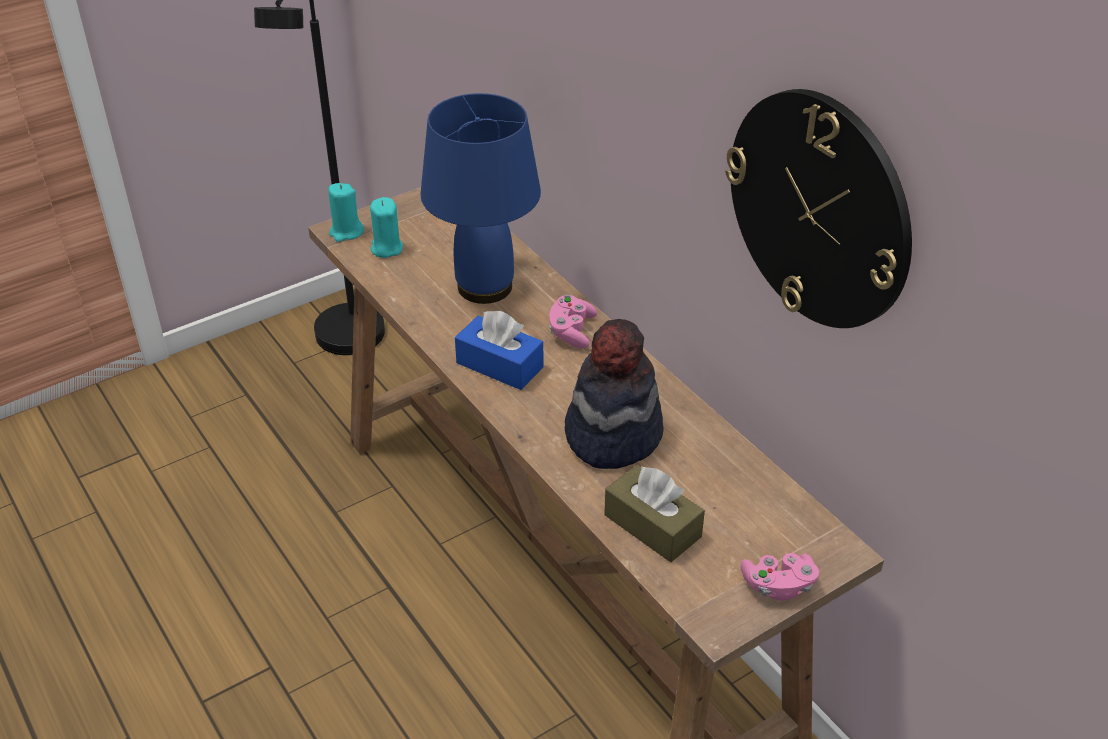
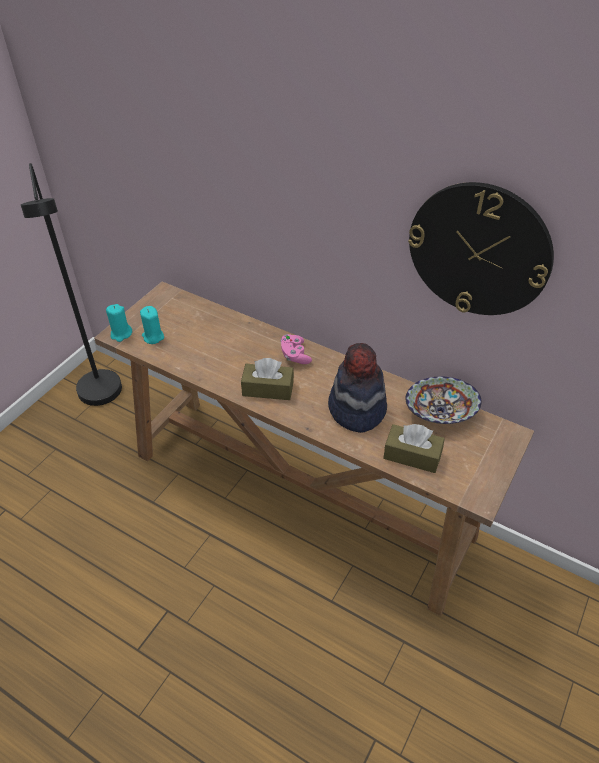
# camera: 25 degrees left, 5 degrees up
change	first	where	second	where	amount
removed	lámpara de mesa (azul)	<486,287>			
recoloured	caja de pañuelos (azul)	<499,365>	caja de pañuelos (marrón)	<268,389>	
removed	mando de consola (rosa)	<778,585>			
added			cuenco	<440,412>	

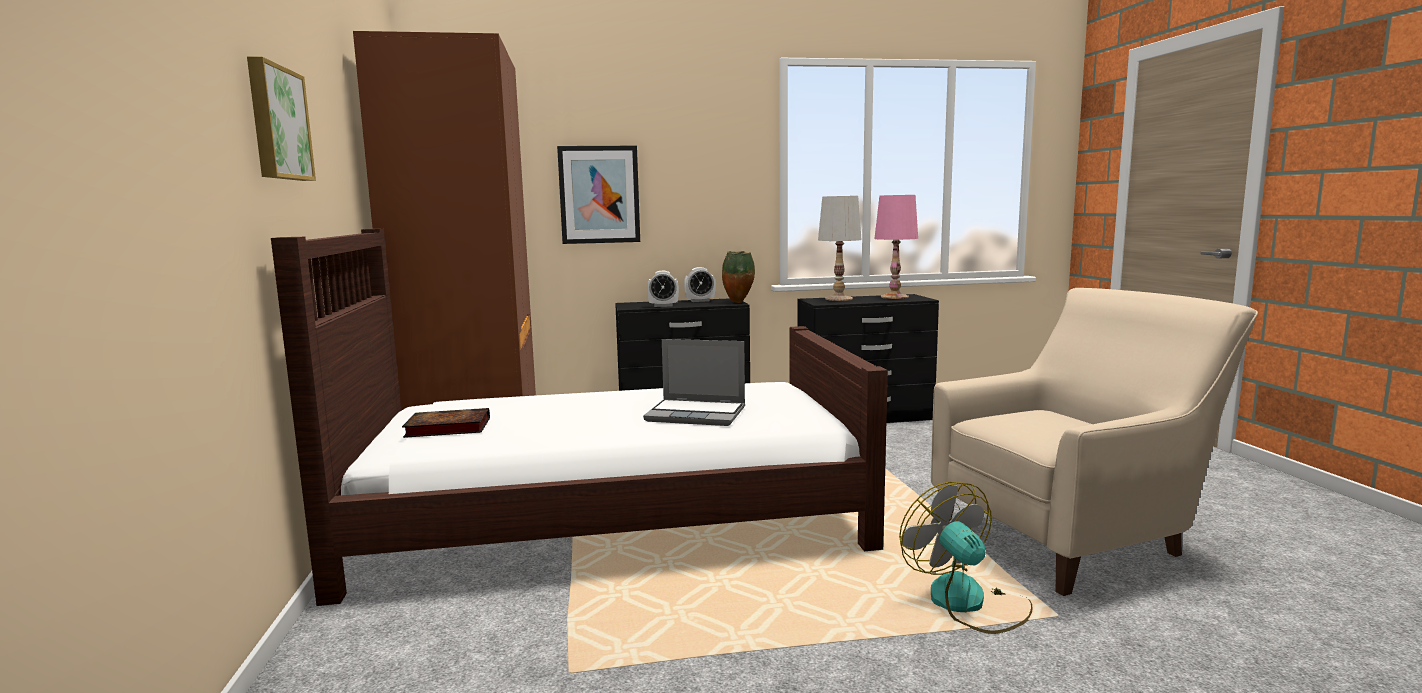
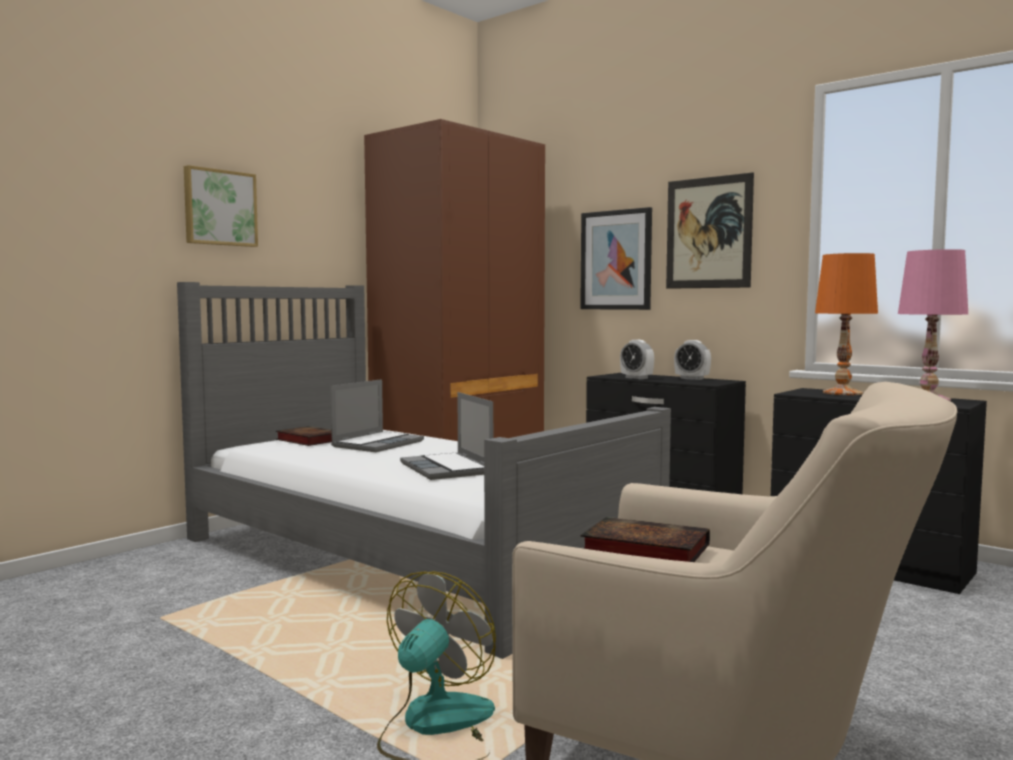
# camera: 50 degrees right, 5 degrees down
change	first	where	second	where	amount
recoloured	lámpara de mesa (blanco)	<838,299>	lámpara de mesa (naranja)	<842,393>	
recoloured	cama (marrón)	<608,518>	cama (gris)	<408,555>	
removed	florero	<739,302>			
added			cuadro	<708,233>	
added			portátil	<378,444>	
added			libro	<642,549>	

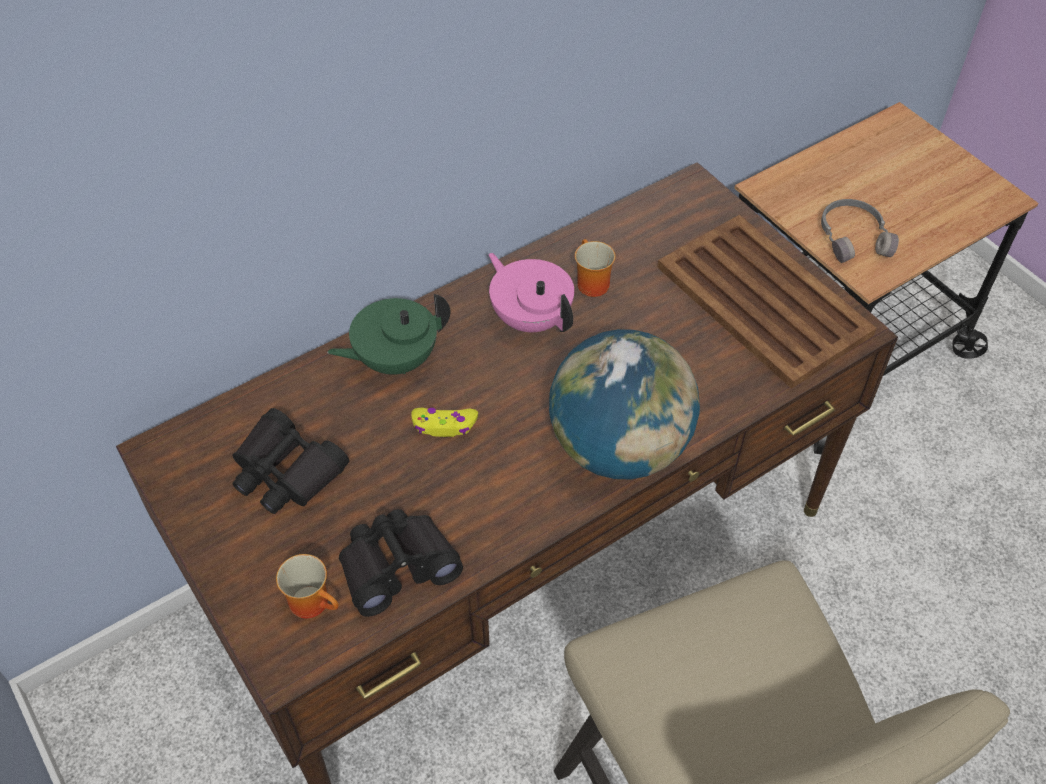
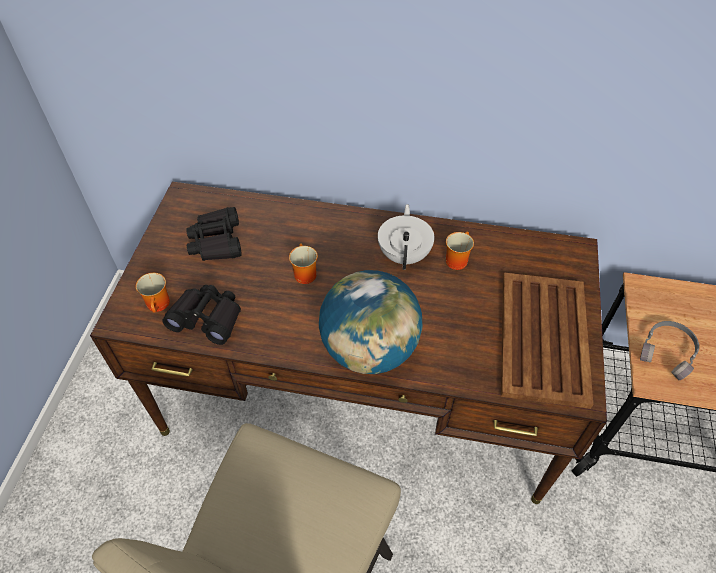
# camera: 45 degrees right, 0 degrees up
change	first	where	second	where	amount
recoloured	tetera (rosa)	<531,318>	tetera (blanco)	<404,254>	
removed	tetera (verde)	<395,359>			
replaced	mando de consola (amarillo)	<444,425>	taza grande	<303,273>	

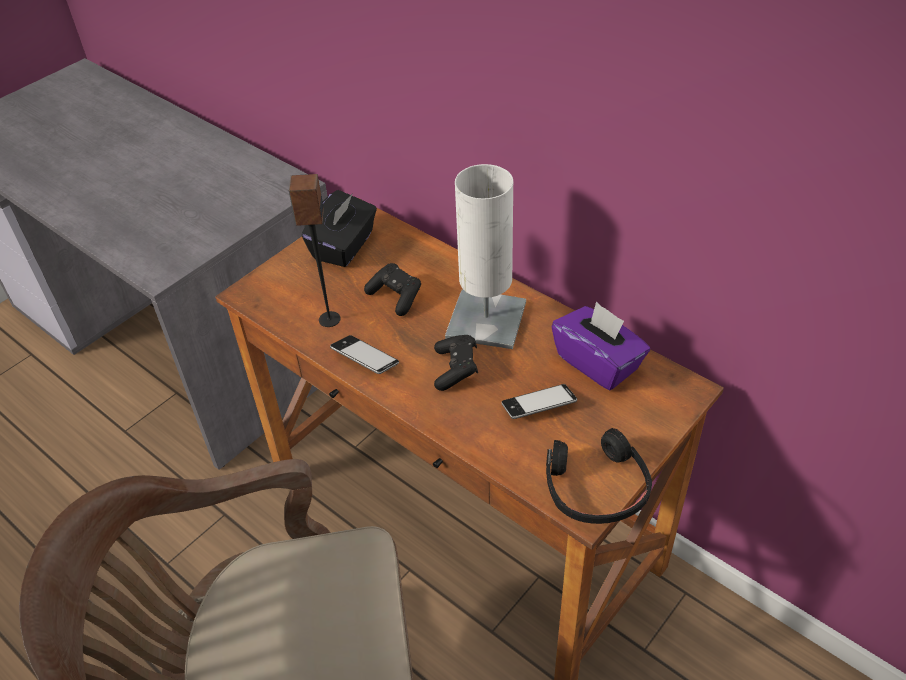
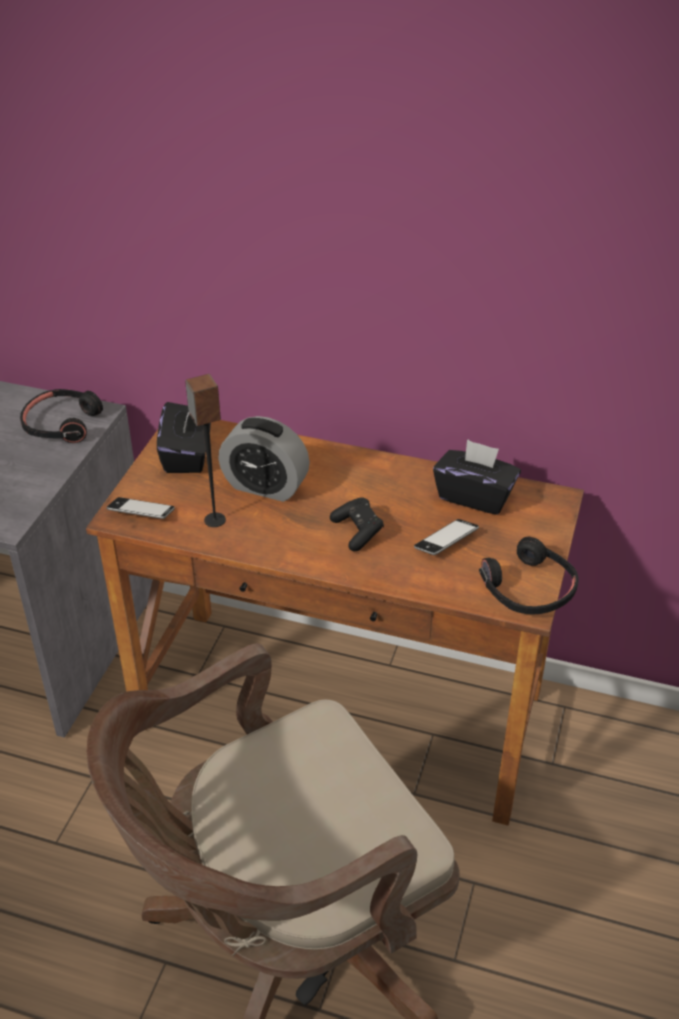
# camera: 25 degrees left, 5 degrees down
change	first	where	second	where	amount
removed	lámpara de mesa (blanco)	<486,320>			
replaced	mando de consola (negro)	<396,296>	despertador	<265,486>	
recoloured	caja de pañuelos (morado)	<598,363>	caja de pañuelos (negro)	<475,496>	
moved	móvil	<365,358>		<141,512>	
added			auriculares (negro)	<61,424>	

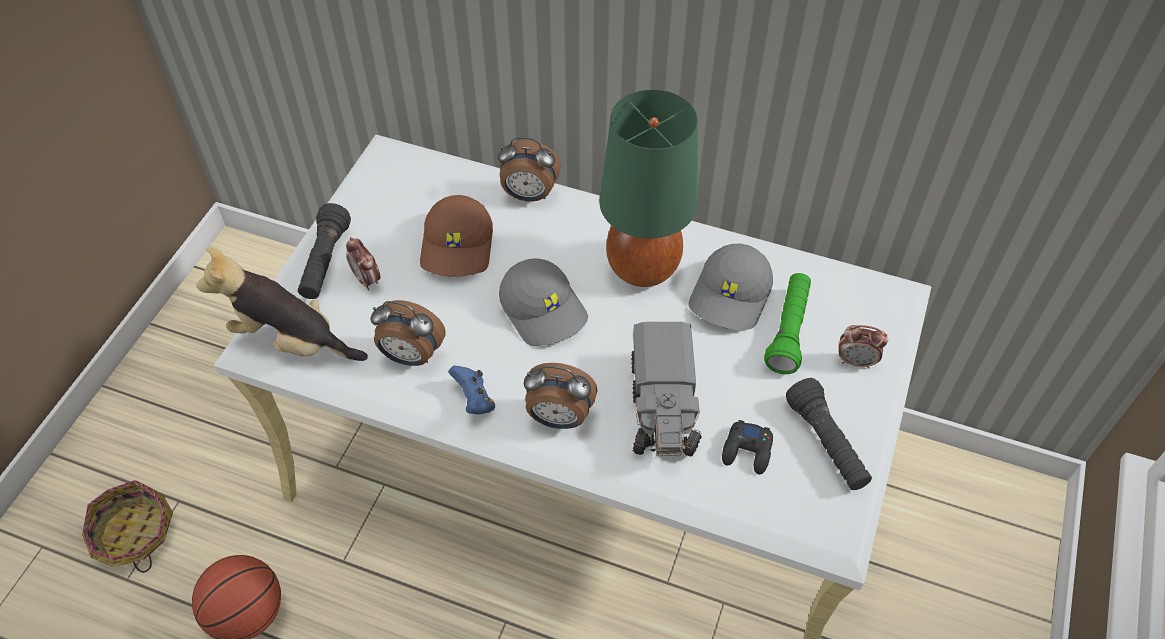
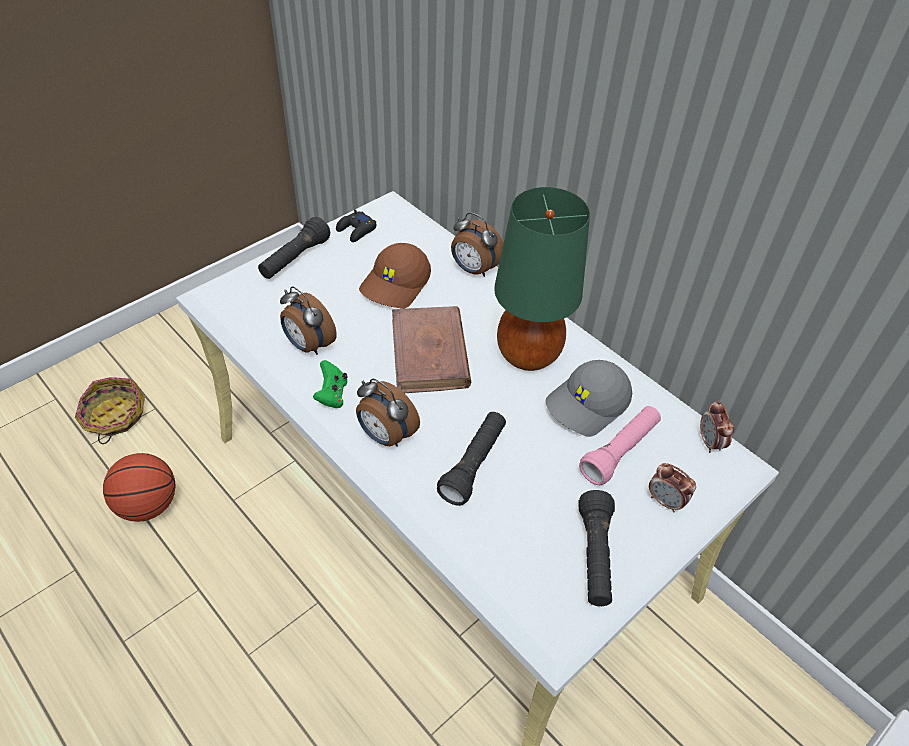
# camera: 25 degrees right, 5 degrees down
change	first	where	second	where	amount
moved	despertador	<367,280>		<710,443>	
removed	peluche	<291,340>			
replaced	gorra (gris)	<544,309>	libro (marrón)	<429,354>	
recoloured	linterna (verde)	<788,331>	linterna (rosa)	<619,452>	
replaced	camión de juguete	<663,407>	linterna (negro)	<473,465>	
recoloured	mando de consola (azul)	<474,399>	mando de consola (verde)	<332,395>	
moved	mando de consola (negro)	<747,451>		<356,230>	

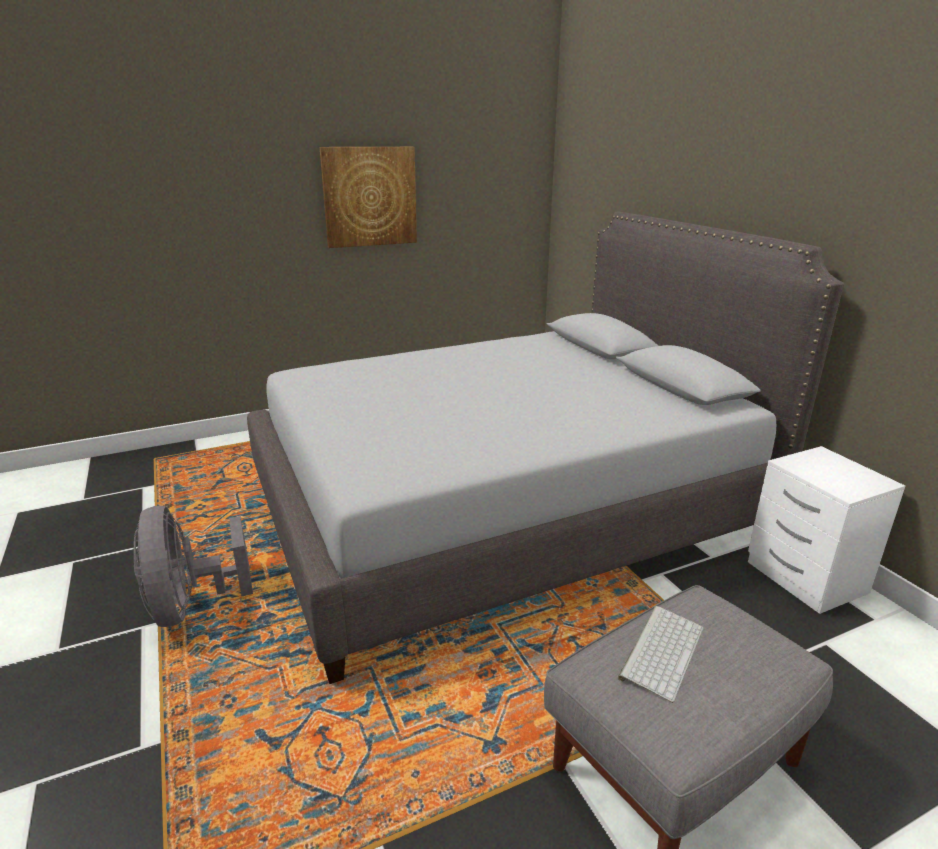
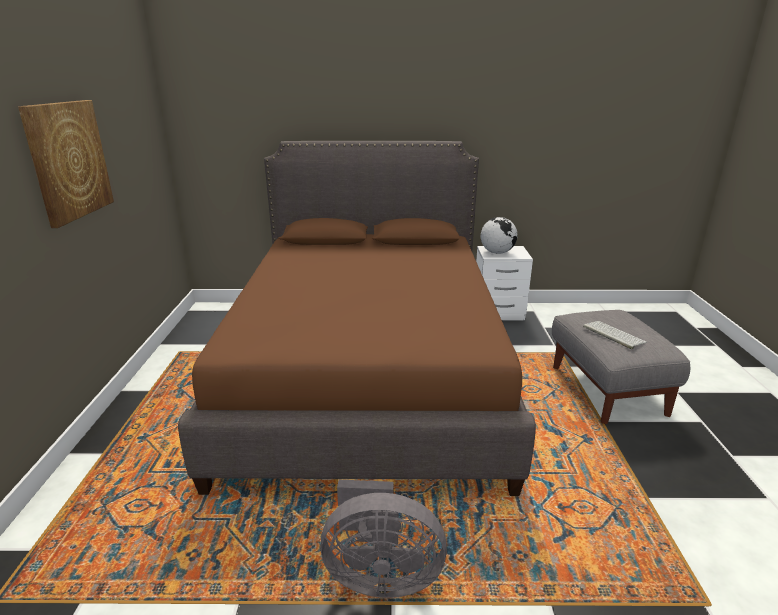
# camera: 65 degrees left, 0 degrees up
change	first	where	second	where	amount
recoloured	cama (gris)	<503,510>	cama (marrón)	<368,373>	
added			globo terráqueo	<497,252>	

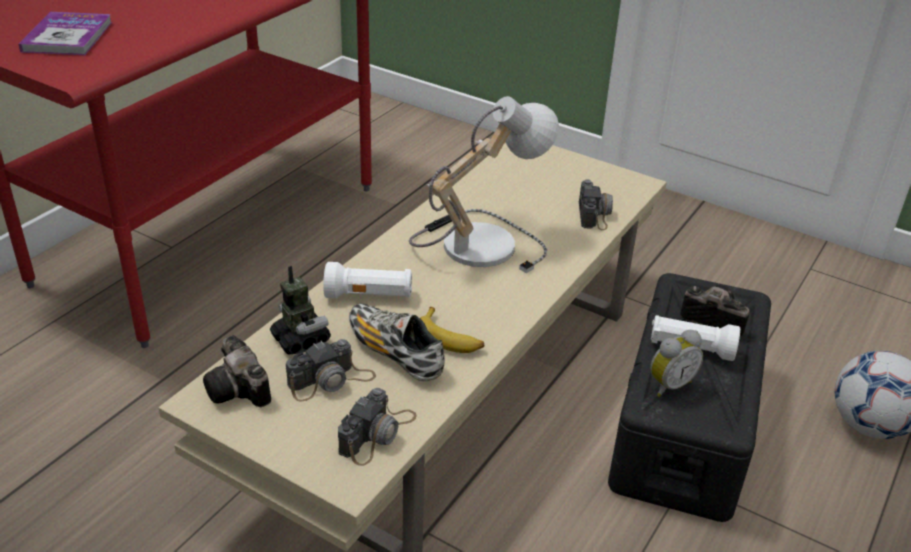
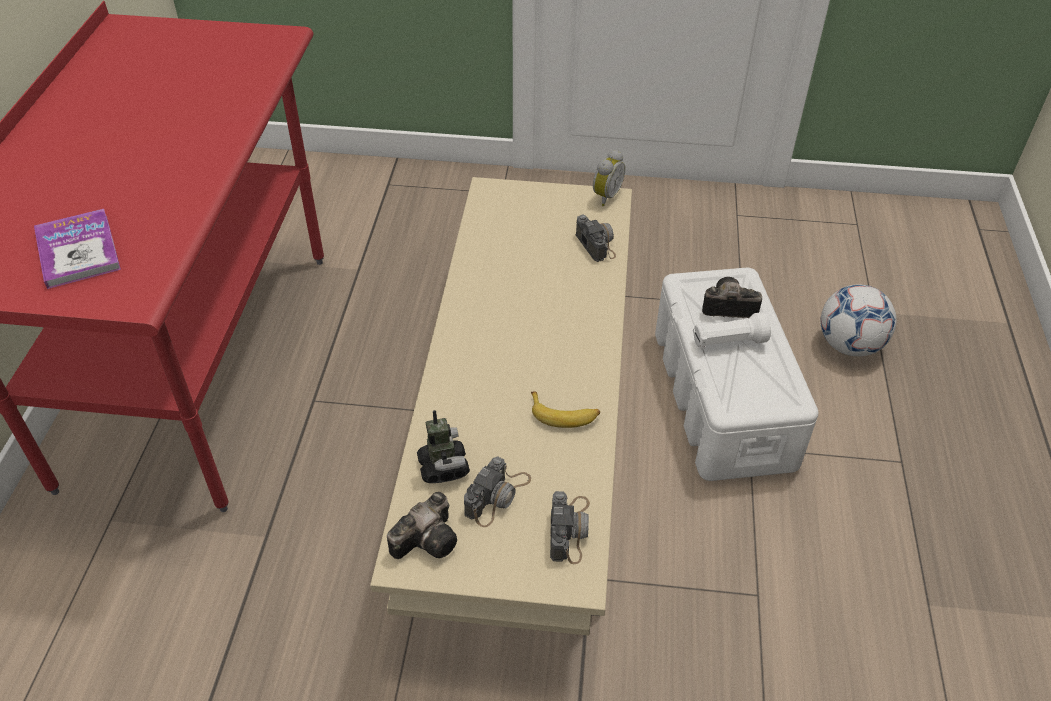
# camera: 25 degrees left, 10 degrees up
change	first	where	second	where	amount
removed	lámpara de mesa	<477,241>			
removed	linterna (blanco)	<369,296>			
turned	robot de juguete	<300,340>		<443,467>	45 degrees clockwise
recoloured	caja de almacenaje (negro)	<684,425>	caja de almacenaje (blanco)	<723,399>	
removed	zapato	<394,353>			
moved	despertador	<669,384>		<605,196>	
turned	cámara	<240,390>		<429,538>	75 degrees counterclockwise

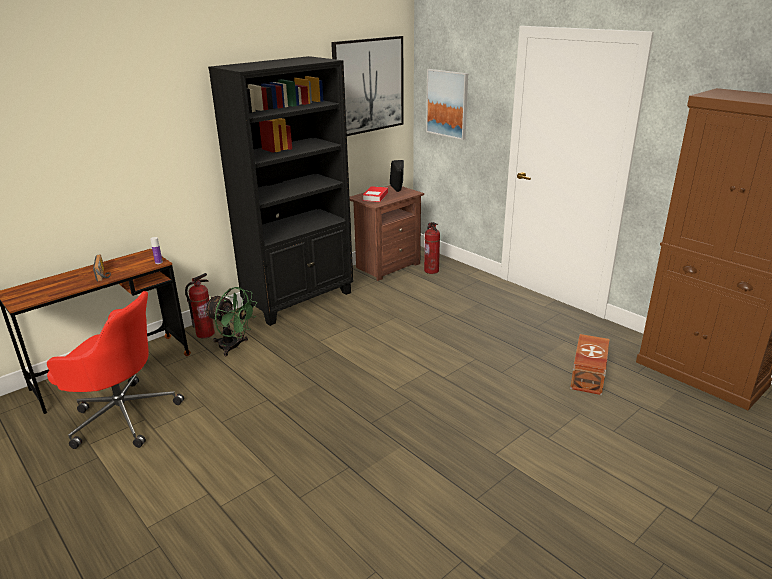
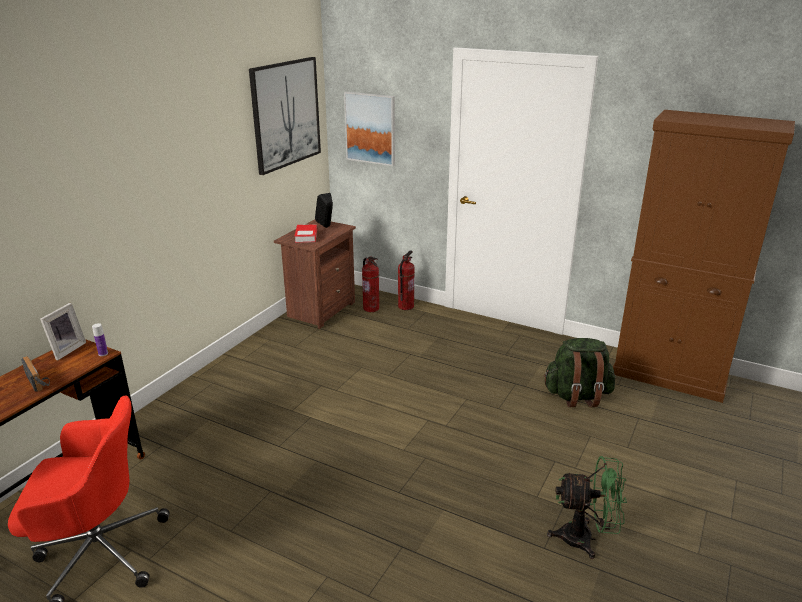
# camera: 20 degrees left, 0 degrees up
change	first	where	second	where	amount
removed	estantería (negro)	<300,300>			
moved	extintor	<205,333>		<405,306>	
moved	ventilador (verde)	<234,347>		<585,539>	
replaced	caja de almacenaje (marrón)	<587,375>	mochila (verde)	<577,396>	
added			portarretratos	<66,350>	

